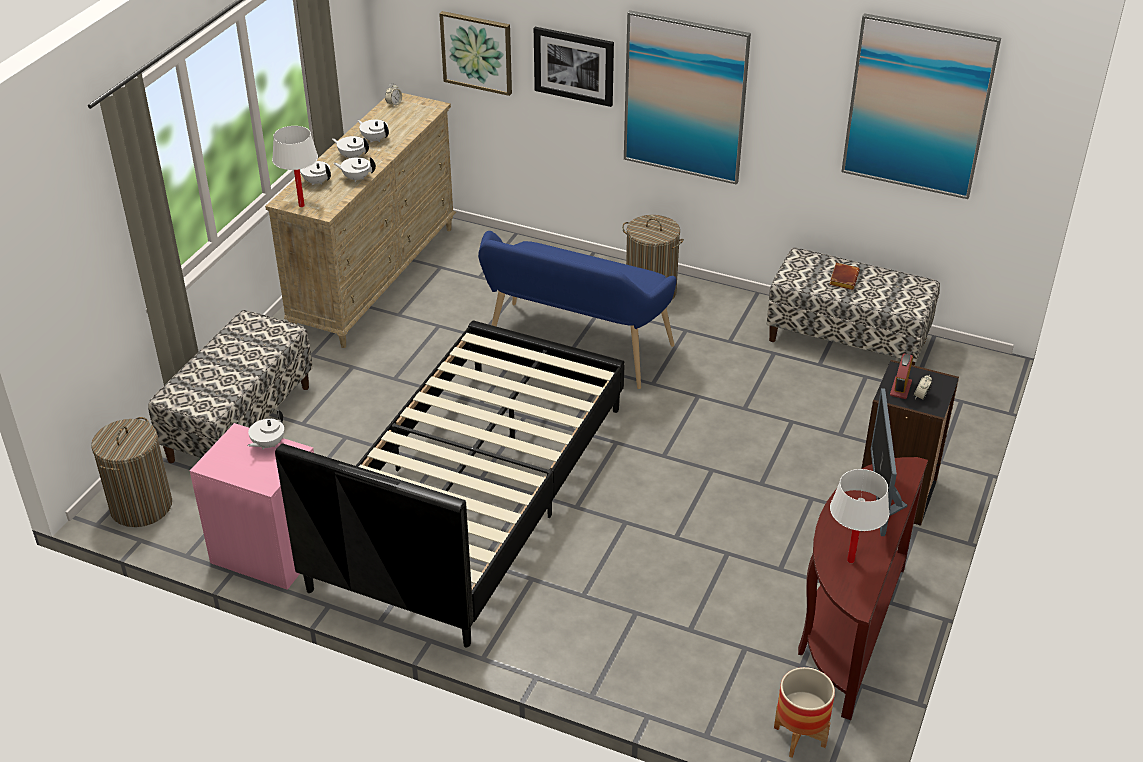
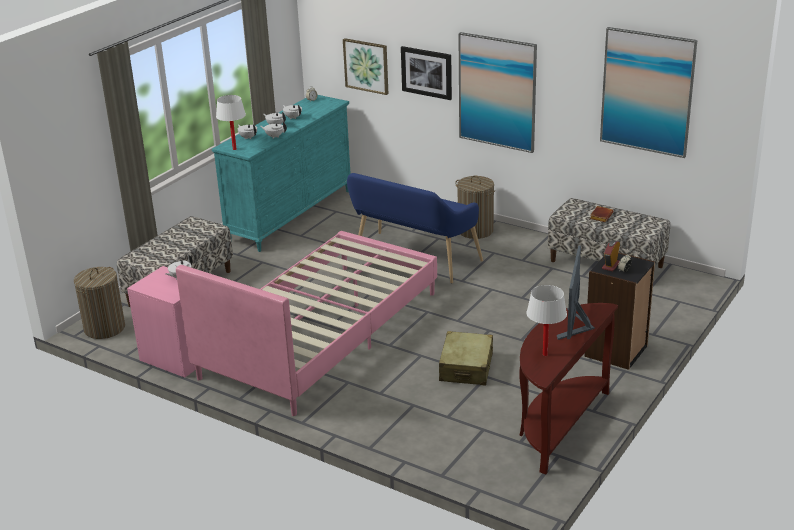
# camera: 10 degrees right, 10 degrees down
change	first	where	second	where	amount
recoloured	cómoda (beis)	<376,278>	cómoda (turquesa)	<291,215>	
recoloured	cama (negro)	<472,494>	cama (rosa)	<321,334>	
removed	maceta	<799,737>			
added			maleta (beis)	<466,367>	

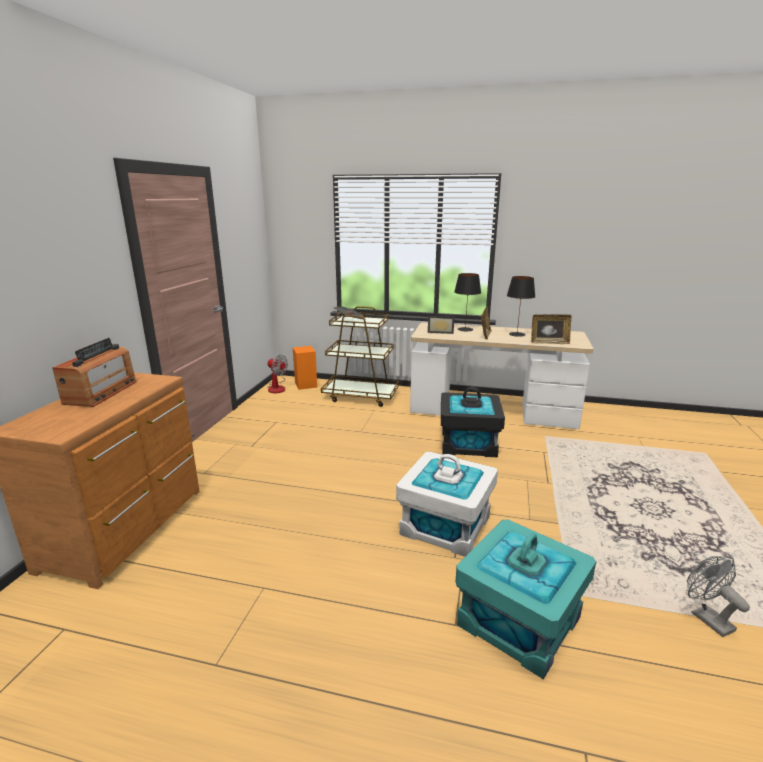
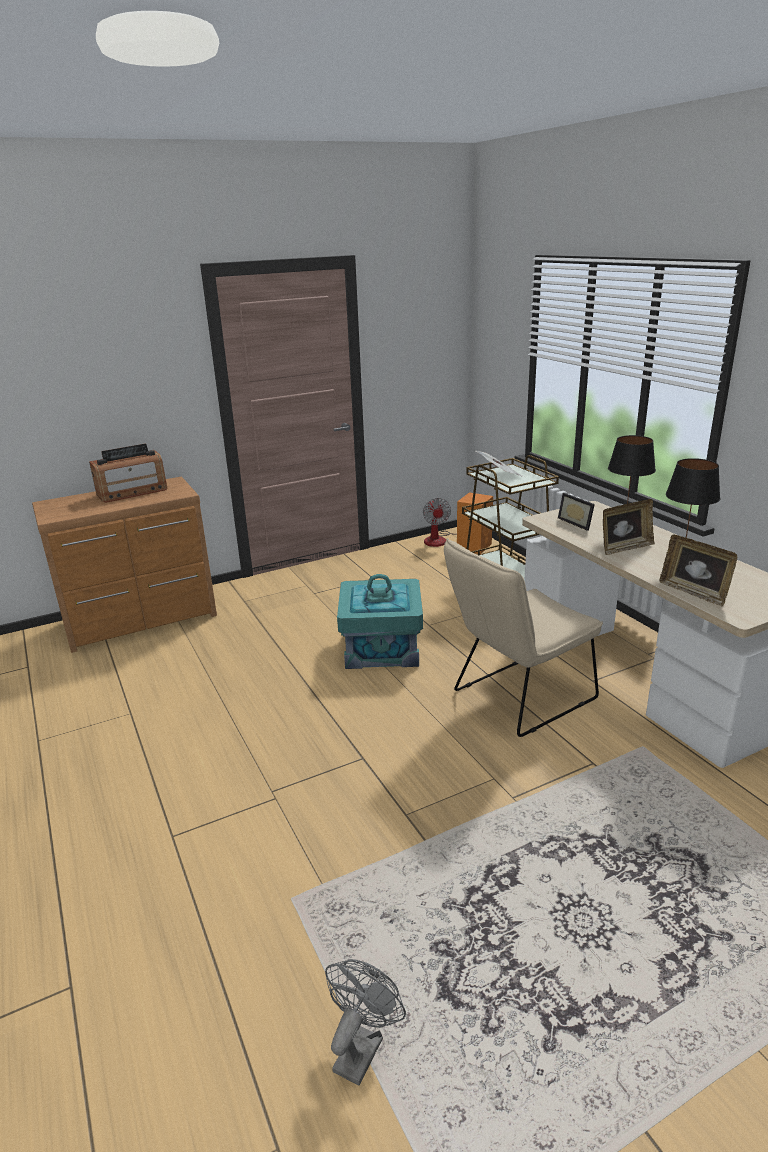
# camera: 50 degrees right, 5 degrees up
change	first	where	second	where	amount
replaced	caja de almacenaje (negro)	<468,443>	silla (beis)	<517,698>	
removed	caja de almacenaje (blanco)	<445,525>			
moved	caja de almacenaje (turquesa)	<518,620>		<382,648>	

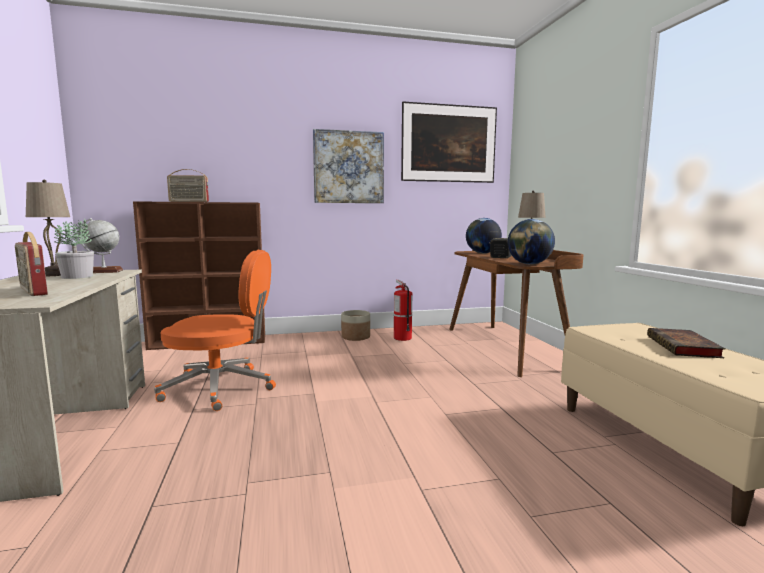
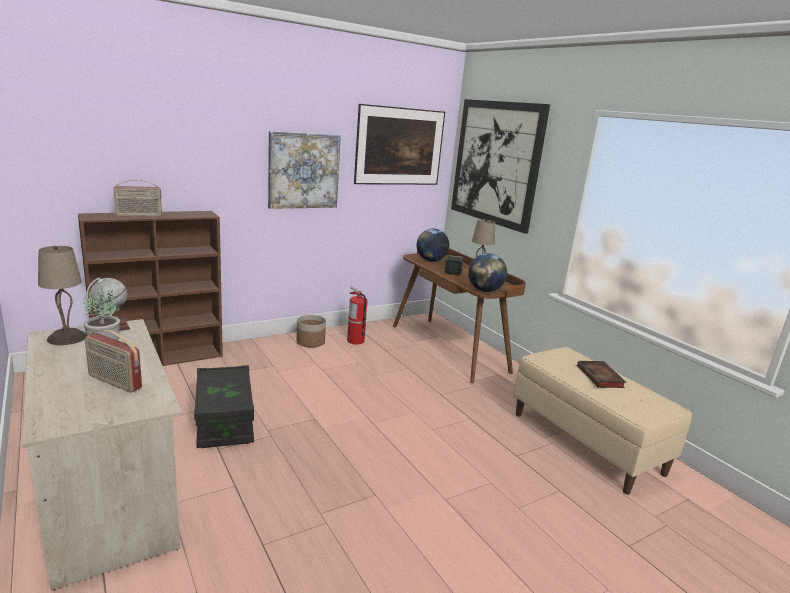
# camera: 20 degrees left, 10 degrees up
change	first	where	second	where	amount
replaced	silla de oficina (naranja)	<221,388>	caja de almacenaje (negro)	<224,421>	
added			cuadro	<496,163>	

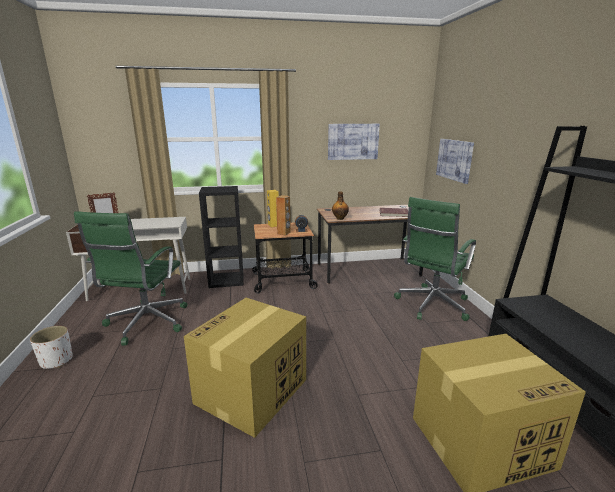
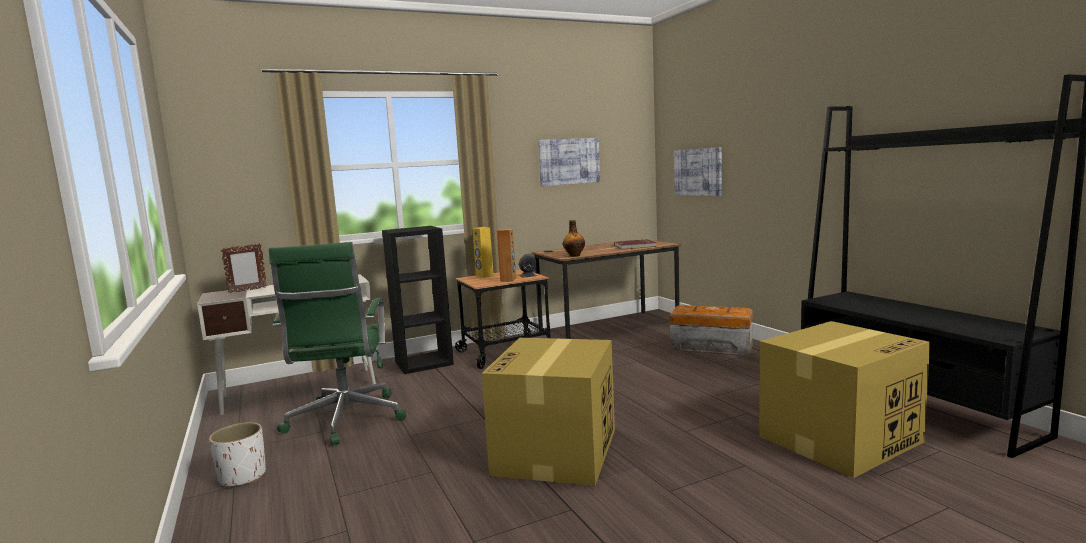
# camera: 15 degrees left, 10 degrees down
change	first	where	second	where	amount
replaced	silla de oficina (verde)	<431,305>	caja de almacenaje	<710,347>	

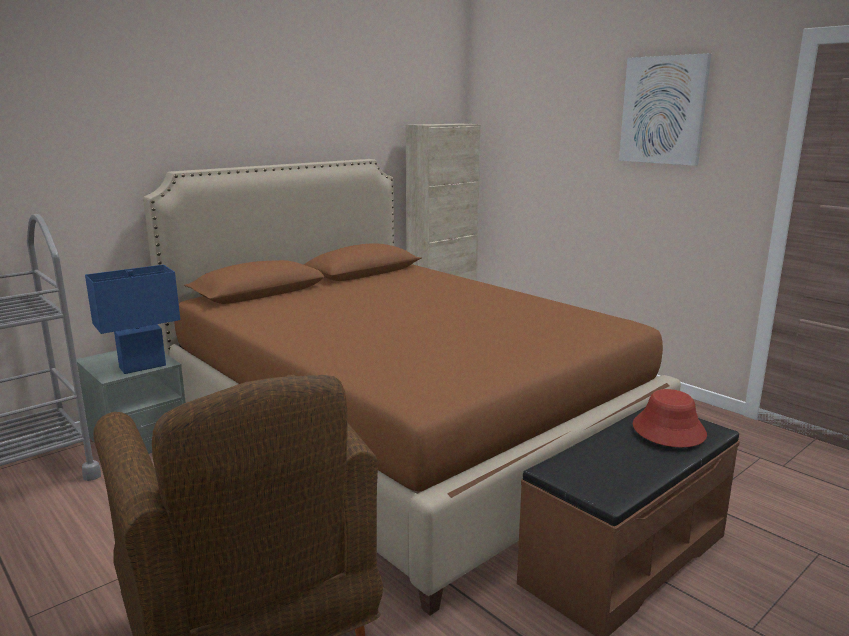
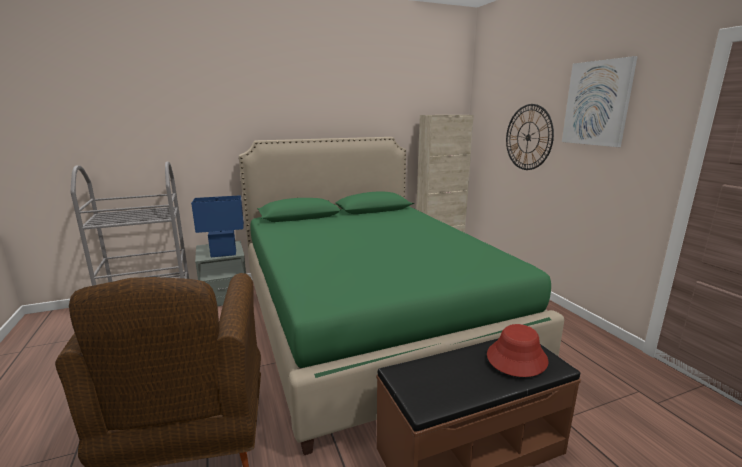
# camera: 20 degrees right, 0 degrees up
change	first	where	second	where	amount
recoloured	cama (marrón)	<400,436>	cama (verde)	<369,320>	
added			reloj de pared	<528,137>	

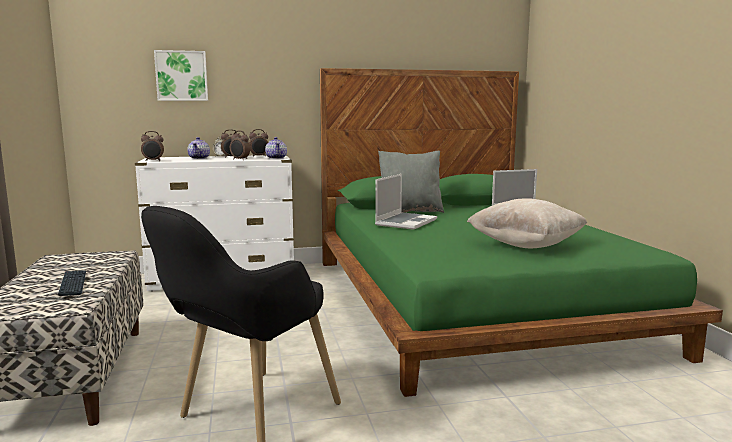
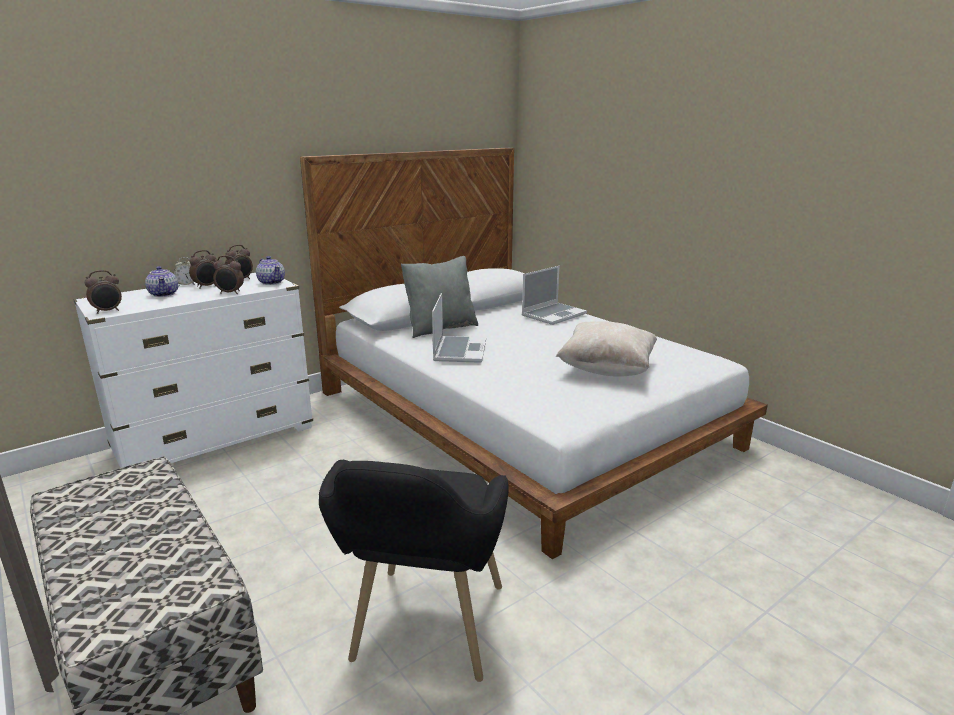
# camera: 25 degrees left, 10 degrees up
change	first	where	second	where	amount
removed	cuadro	<181,76>			
recoloured	cama (verde)	<471,301>	cama (blanco)	<521,418>	
removed	teclado	<73,284>			

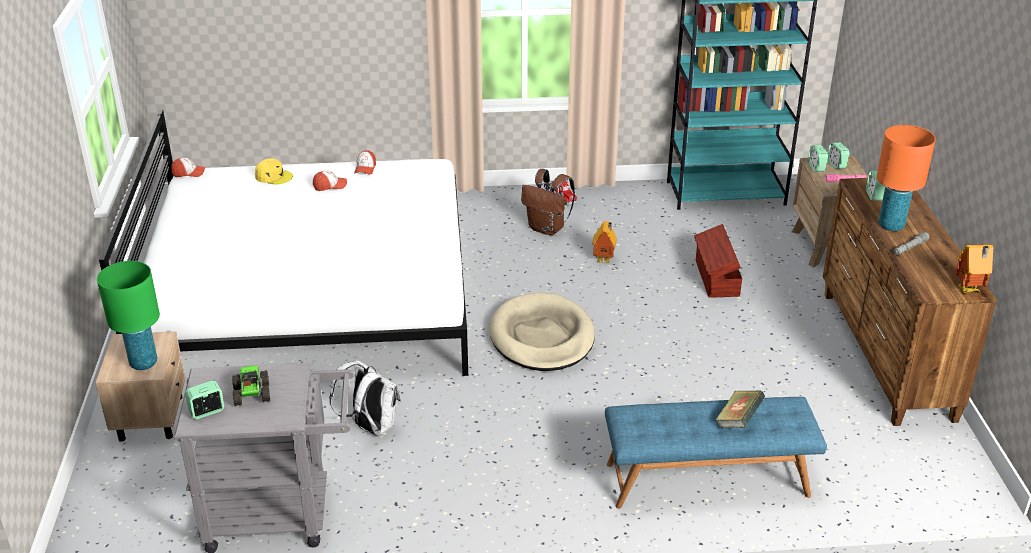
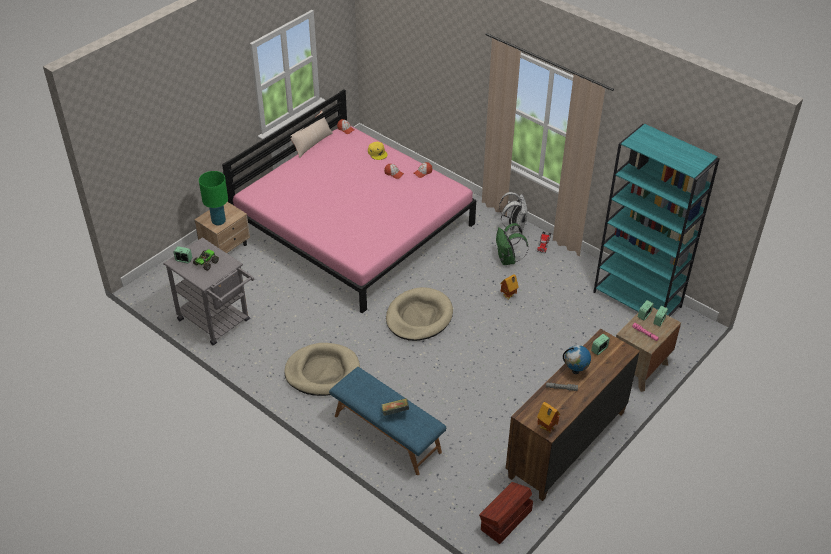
# camera: 45 degrees right, 10 degrees up
change	first	where	second	where	amount
recoloured	cama (blanco)	<310,294>	cama (rosa)	<353,226>	
replaced	lámpara de mesa (naranja)	<891,225>	globo terráqueo	<575,371>	
recoloured	mochila (marrón)	<547,228>	mochila (verde)	<508,260>	
moved	caja de almacenaje (marrón)	<716,278>		<505,520>	
moved	mochila (blanco)	<370,427>		<514,227>	
added			cojín (beis)	<311,143>	
added			cama para perro (beis)	<322,372>	

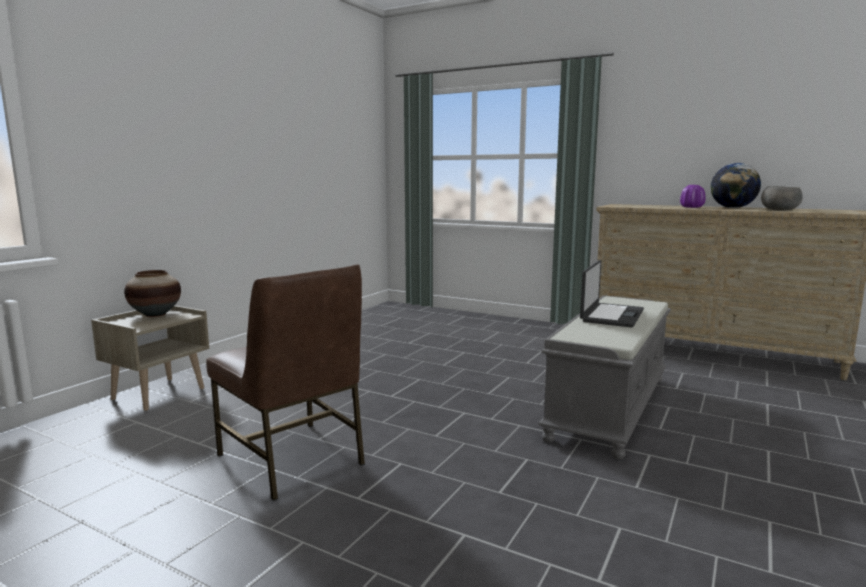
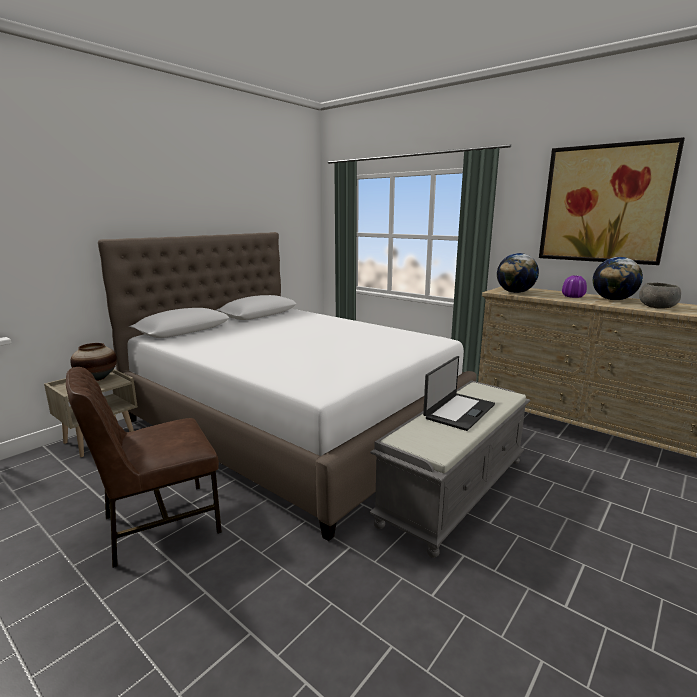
# camera: 10 degrees right, 5 degrees up
change	first	where	second	where	amount
turned	silla (marrón)	<293,460>		<159,524>	90 degrees clockwise
added			cuadro	<604,204>	
added			cama (blanco)	<295,424>	
added			globo terráqueo	<515,292>	

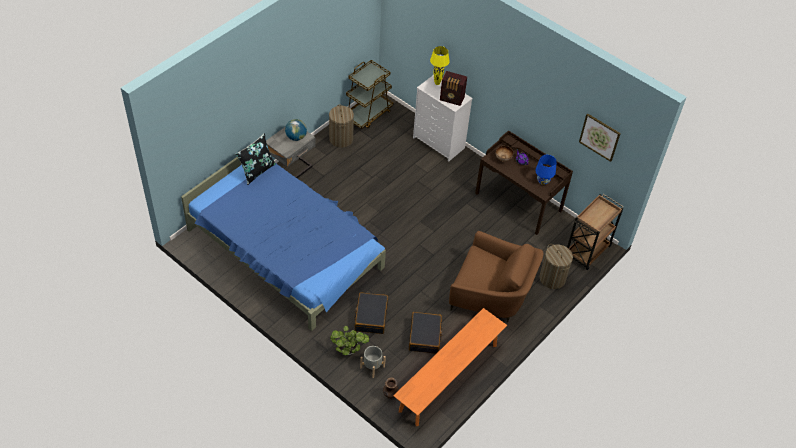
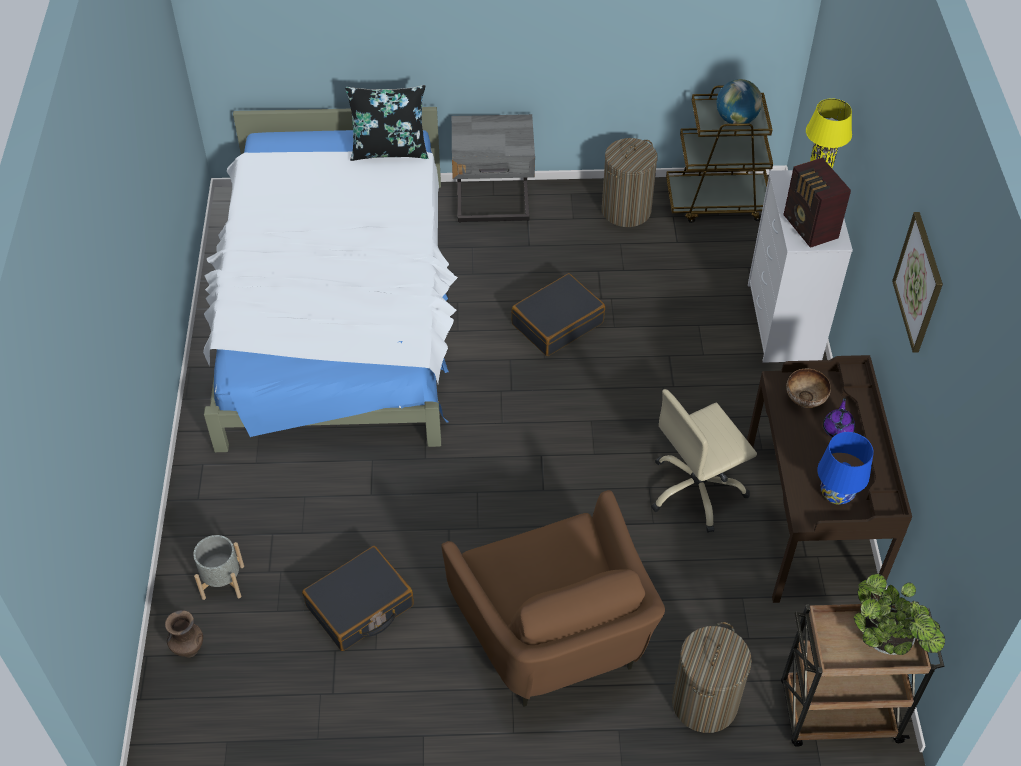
# camera: 50 degrees right, 0 degrees up
change	first	where	second	where	amount
moved	cuadro	<599,137>		<919,282>	
moved	globo terráqueo	<296,137>		<736,119>	
recoloured	cama (azul)	<286,250>	cama (blanco)	<337,310>	
moved	maleta (negro)	<371,317>		<557,323>	
removed	banco (naranja)	<448,377>			
moved	planta en maceta	<349,350>		<888,643>	
added			silla de oficina (beis)	<696,490>	

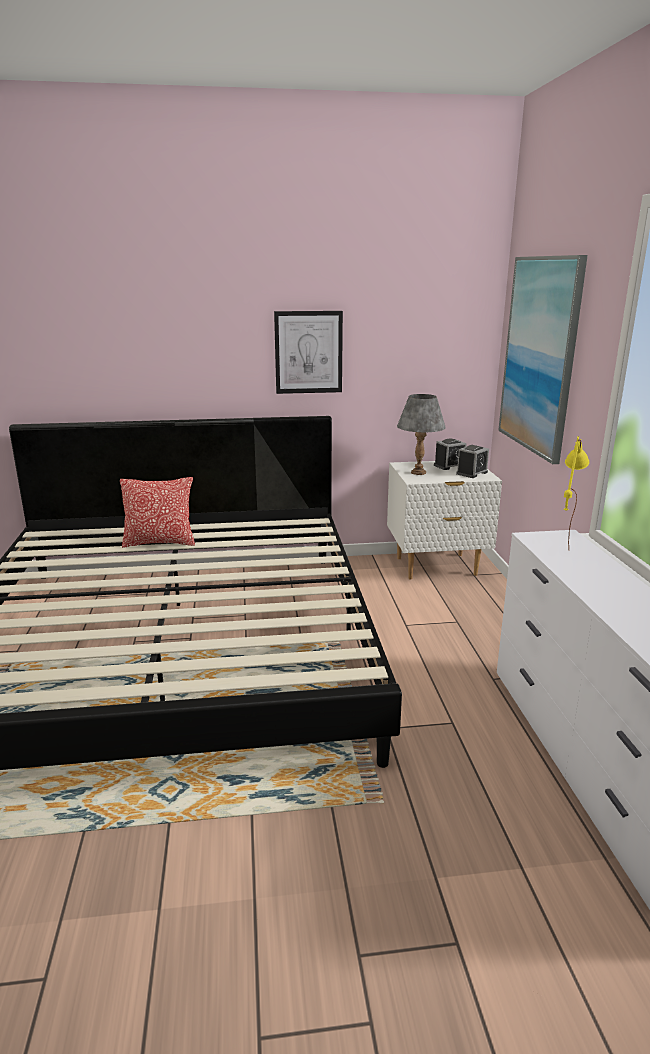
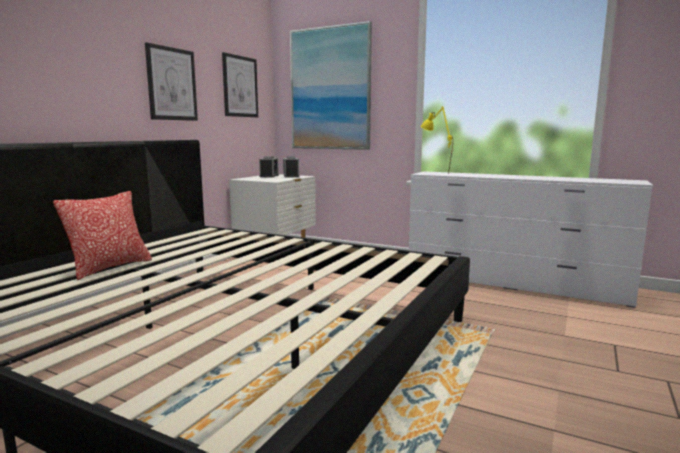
# camera: 55 degrees left, 10 degrees down
change	first	where	second	where	amount
removed	lámpara de mesa (gris)	<418,472>			
added			cuadro	<240,86>	

